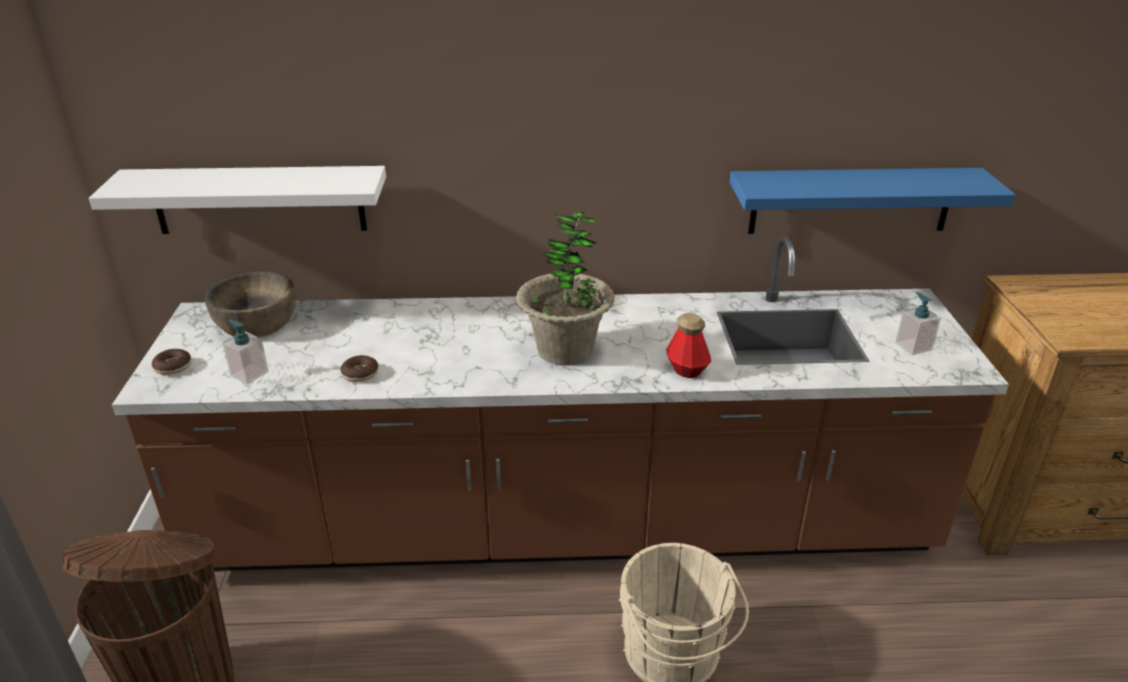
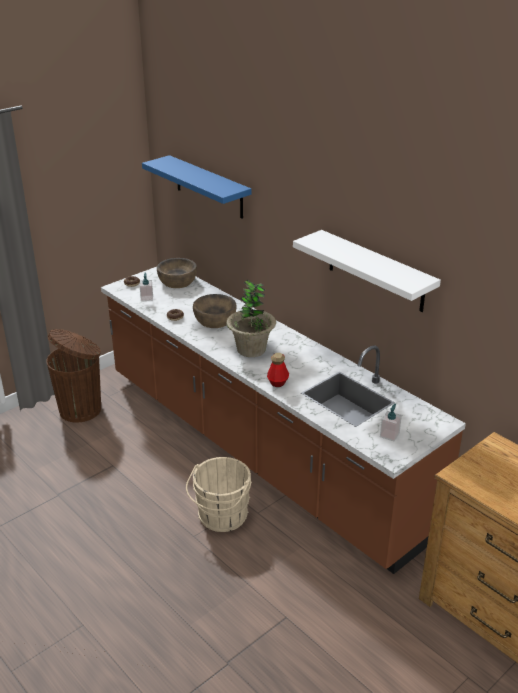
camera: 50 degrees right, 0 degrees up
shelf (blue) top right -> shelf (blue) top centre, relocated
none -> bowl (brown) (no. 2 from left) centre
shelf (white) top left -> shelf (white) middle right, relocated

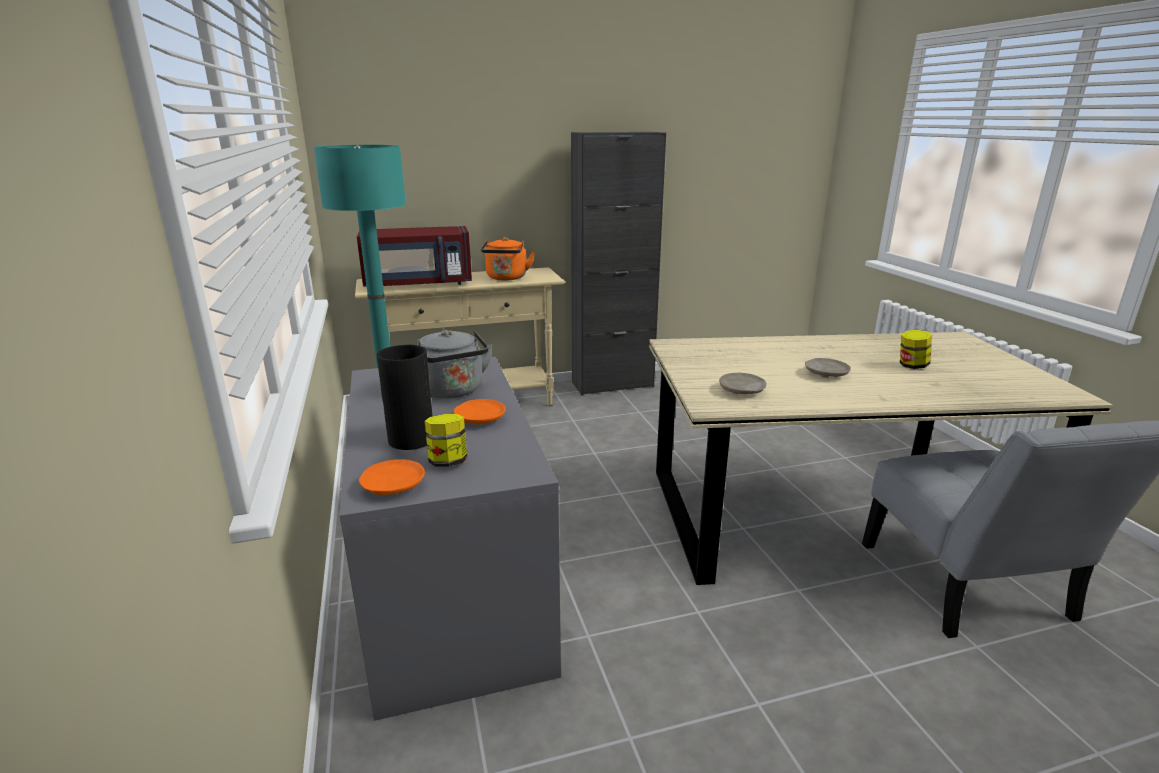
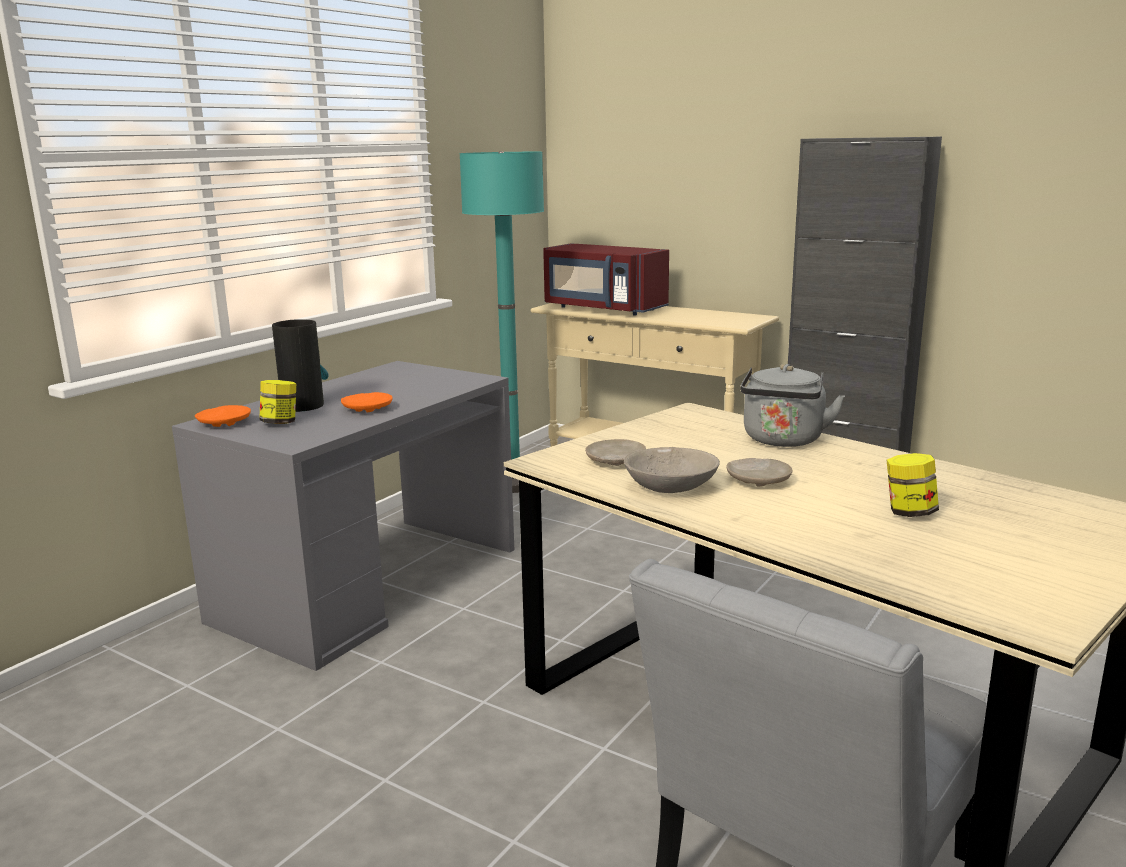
camera: 50 degrees right, 5 degrees down
none -> bowl (grey) centre
kettle (grey) centre -> kettle (grey) middle right, relocated
kettle (orange) centre -> none

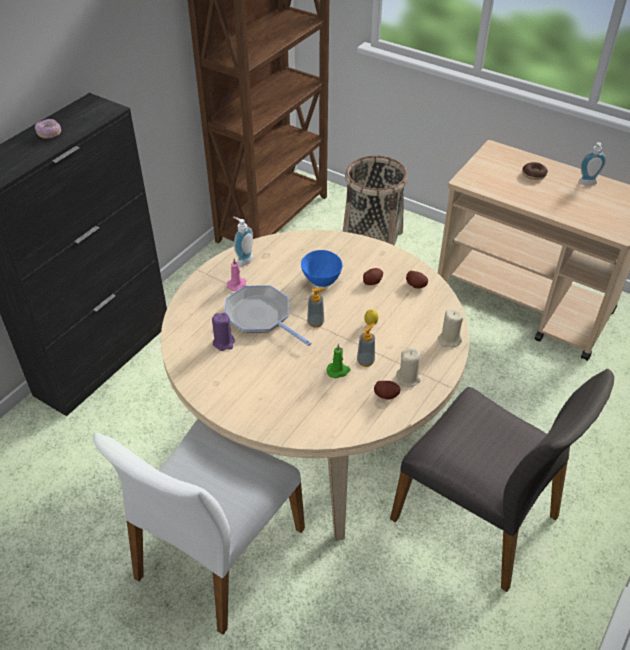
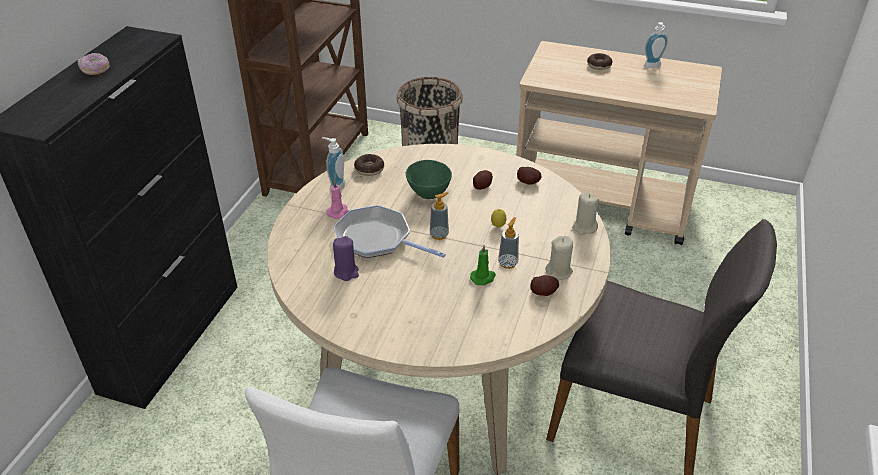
camera: 15 degrees left, 5 degrees down
none -> donut (no. 2 from left) centre
bowl (blue) centre -> bowl (green) centre

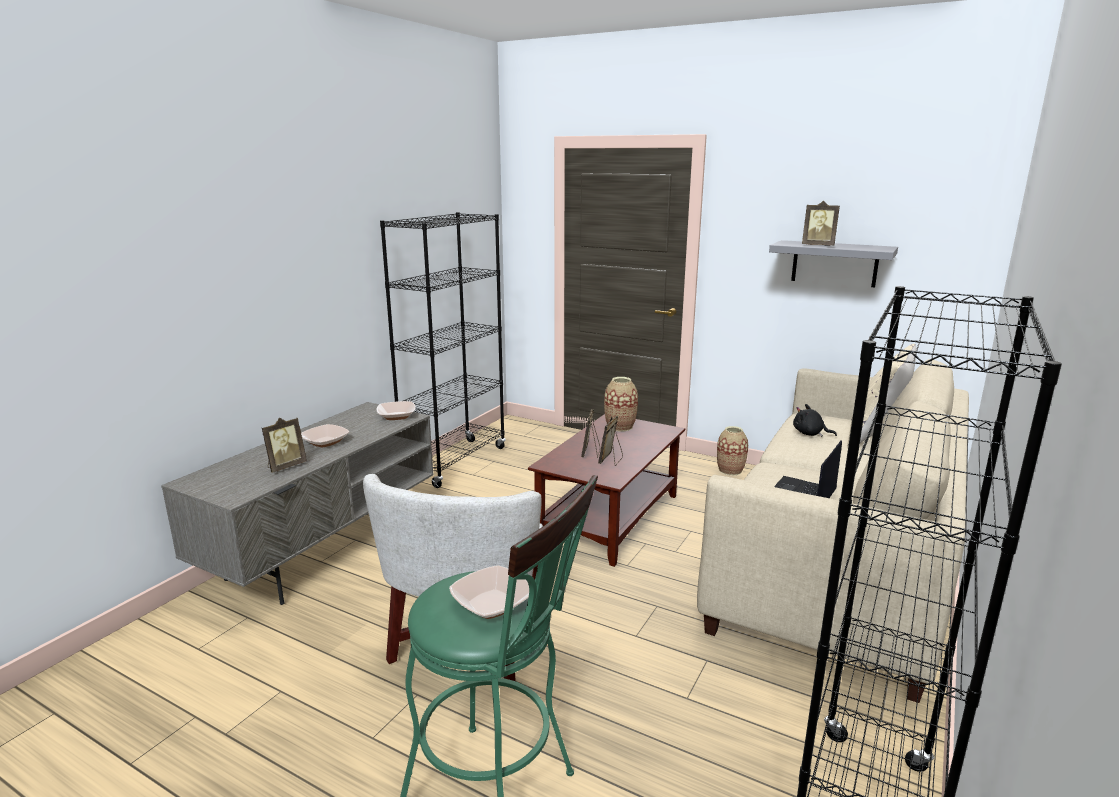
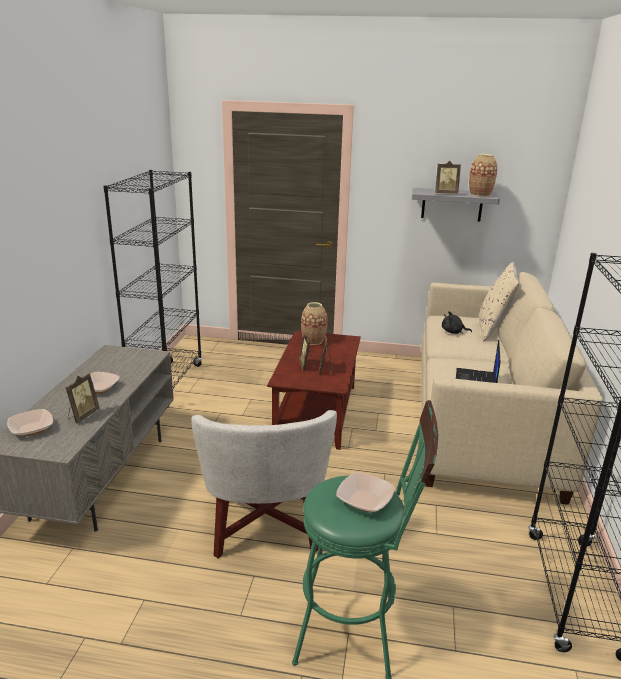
camera: 20 degrees left, 5 degrees up
bowl (no. 2 from left in the first image) centre -> bowl (no. 1 from left) middle left, relocated
vase (no. 2 from left) centre -> vase (no. 2 from left) top right, relocated

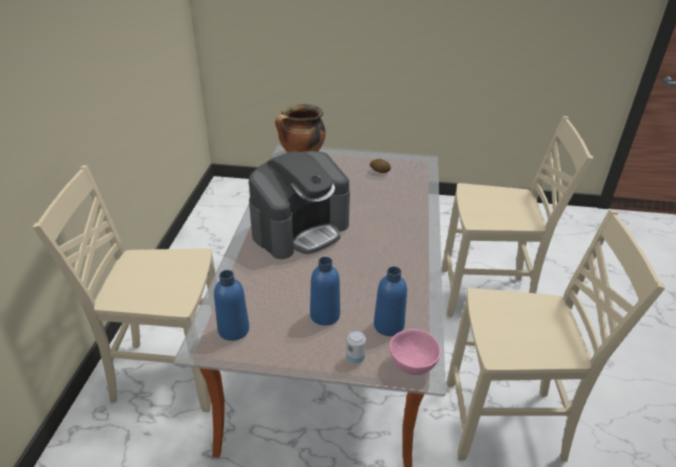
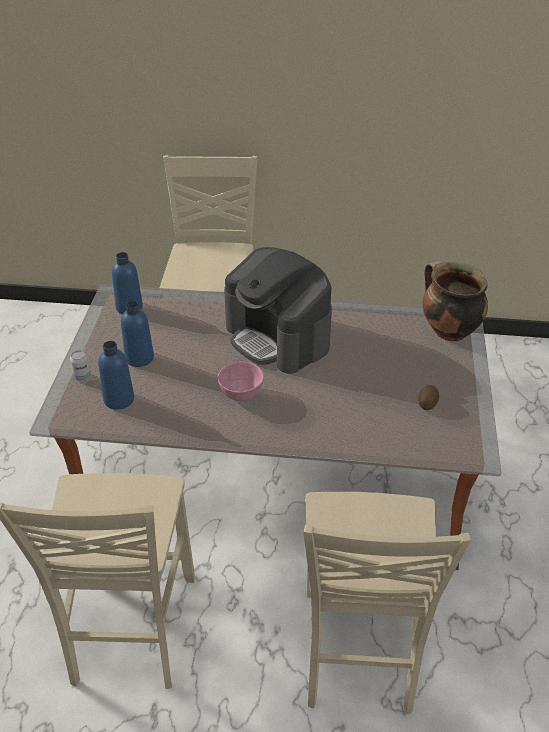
camera: 90 degrees right, 5 degrees up
bowl (pink) bottom centre -> bowl (pink) centre, relocated

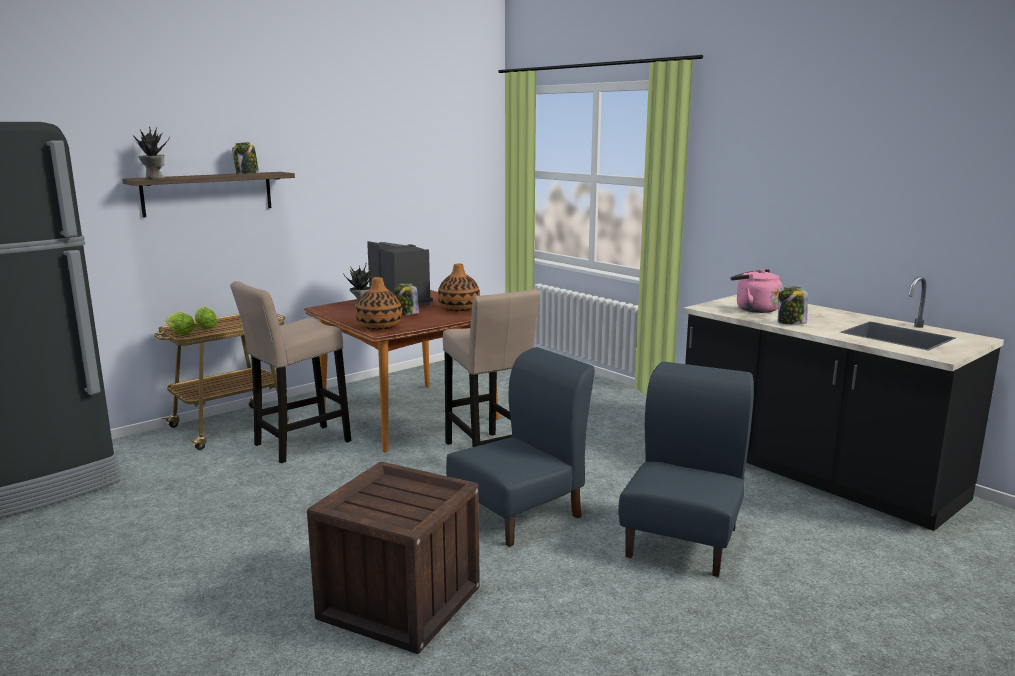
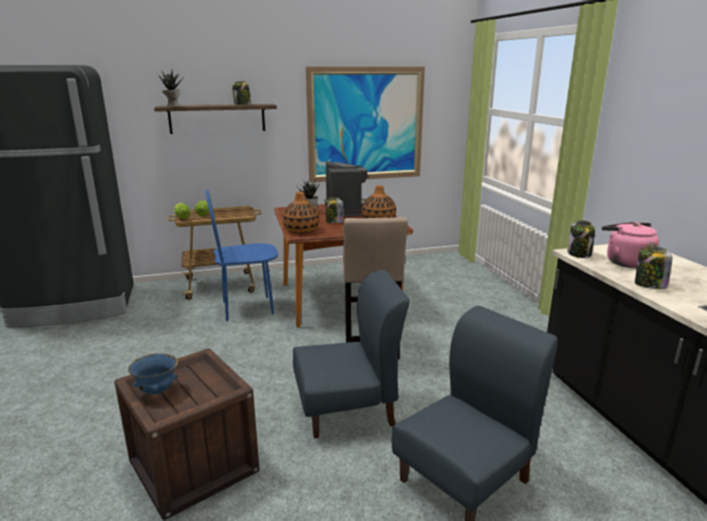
camera: 25 degrees right, 5 degrees up
none -> bowl (blue) bottom left
stool (beige) (no. 1 from left) middle left -> chair (blue) (no. 1 from left) centre
none -> picture top centre
none -> jar (no. 3 from left) middle right

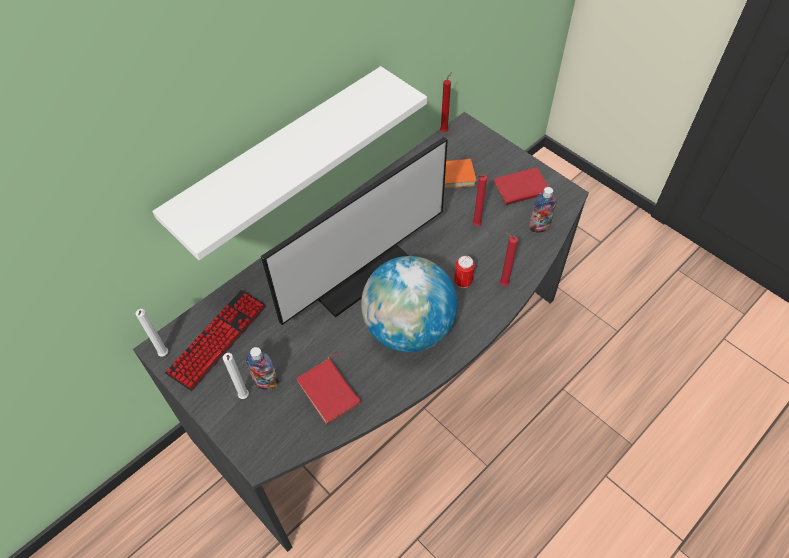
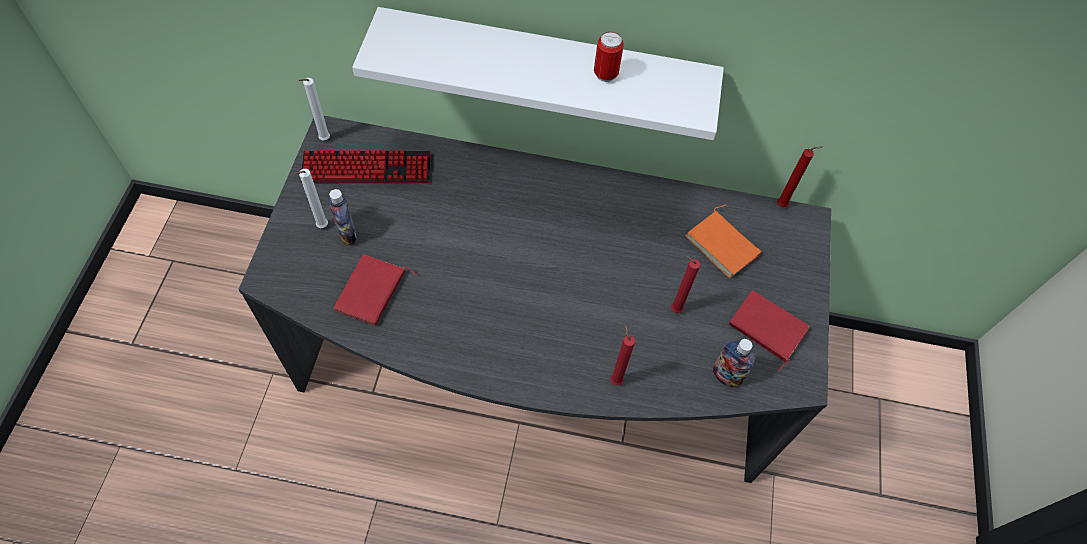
camera: 50 degrees right, 5 degrees up
can centre -> can top centre, relocated
monitor centre -> none
globe centre -> none

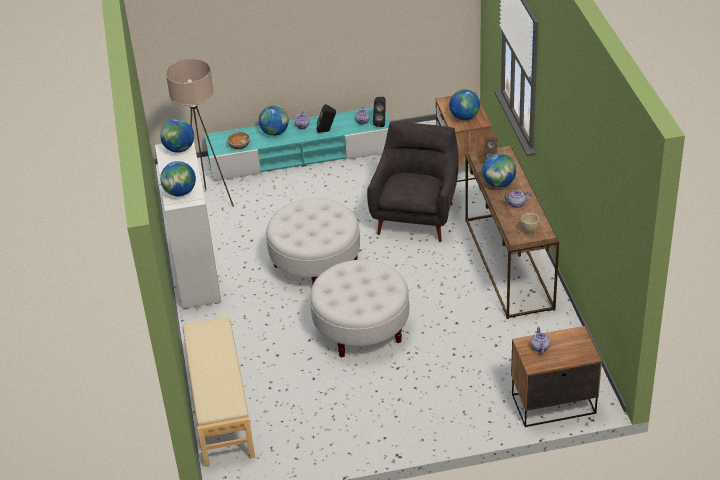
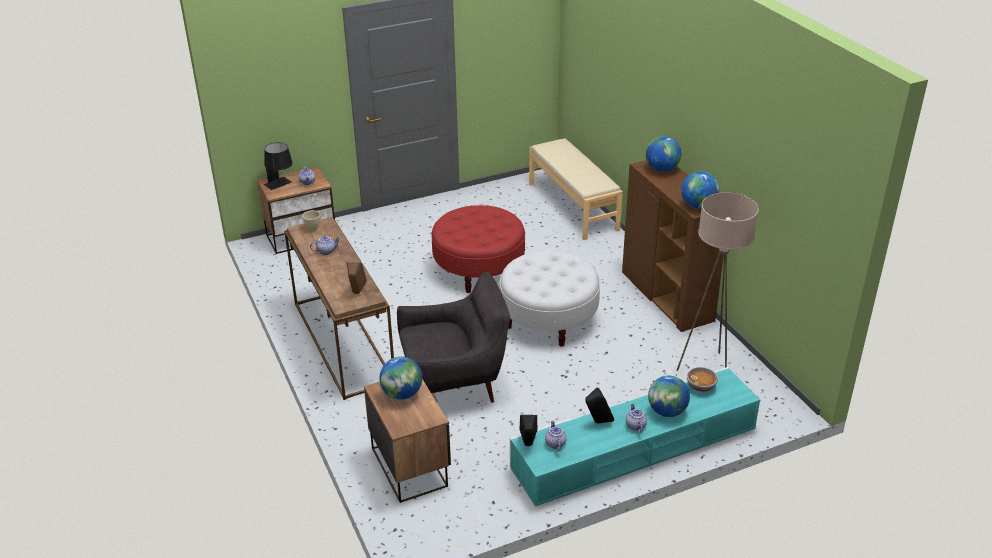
camera: 165 degrees right, 5 degrees down
none -> table lamp (black) top left
armchair (grey) centre, 105 degrees counterclockwise
ottoman (white) (no. 2 from left) centre -> ottoman (red) centre
cabinet (white) middle left -> cabinet (brown) middle right
globe (no. 5 from left) middle right -> none

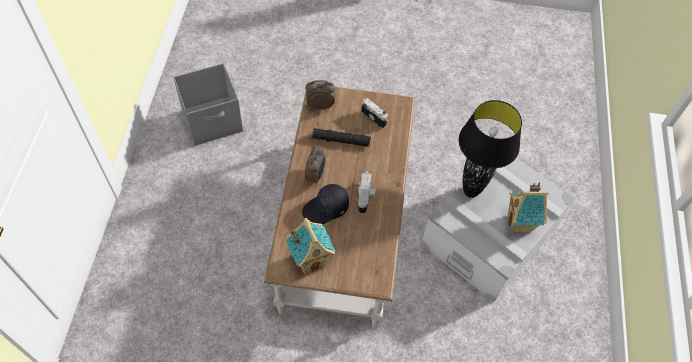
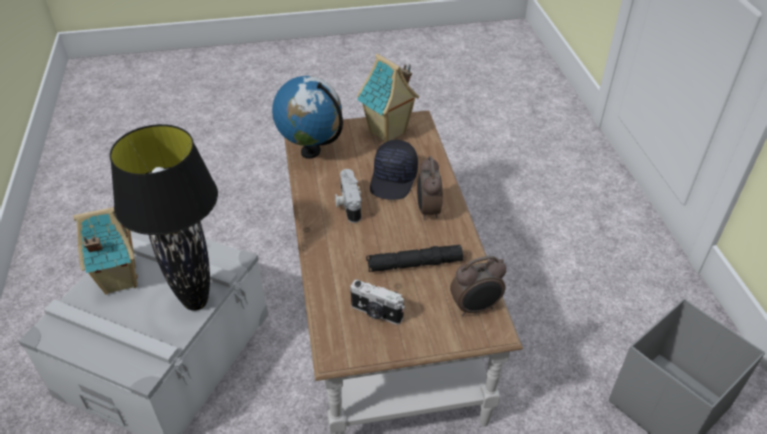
camera: 165 degrees right, 15 degrees down
none -> globe top centre
cap (black) centre, 150 degrees clockwise

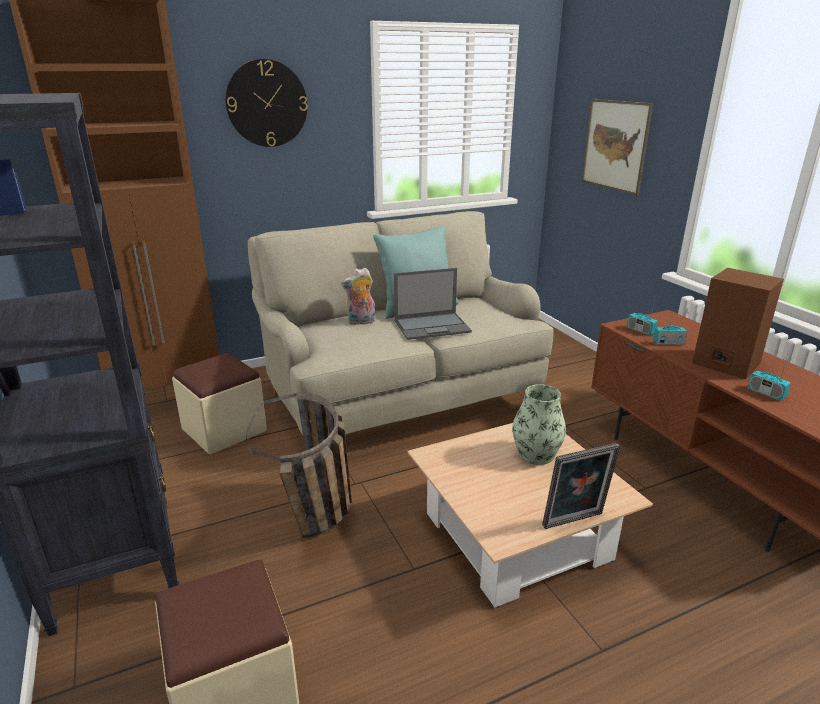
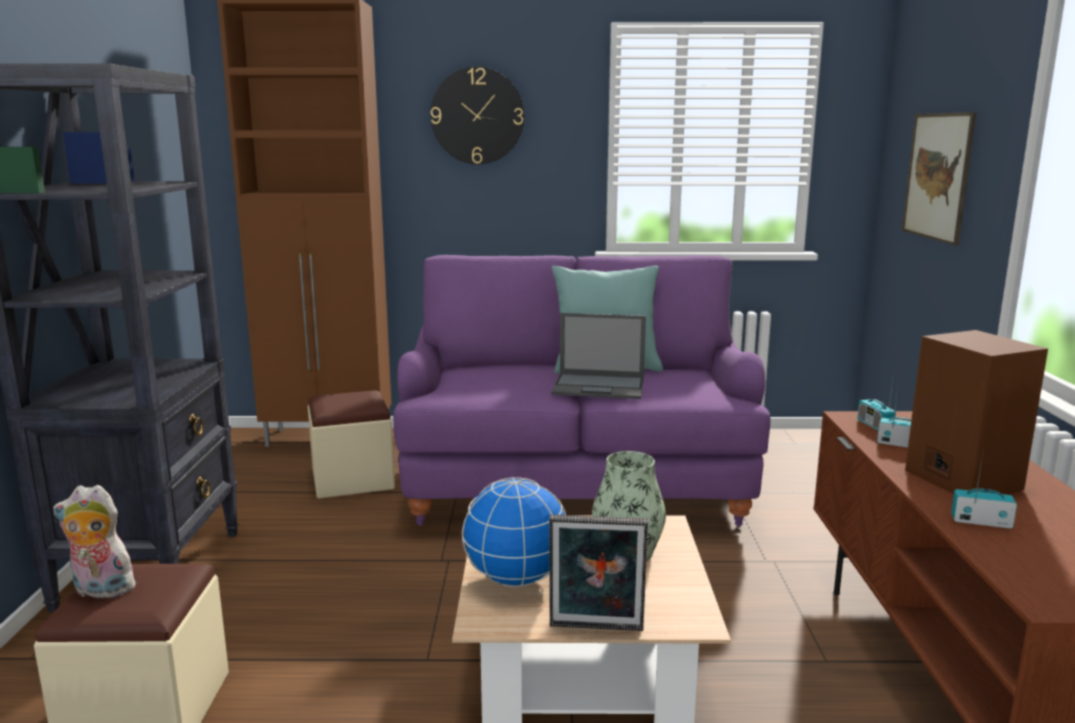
camera: 25 degrees right, 10 degrees down
plush toy centre -> plush toy bottom left, relocated
sofa (beige) centre -> sofa (purple) centre
none -> globe bottom centre
radio (no. 3 from left) middle right -> radio (no. 3 from left) bottom right, 120 degrees clockwise
basket centre -> none

